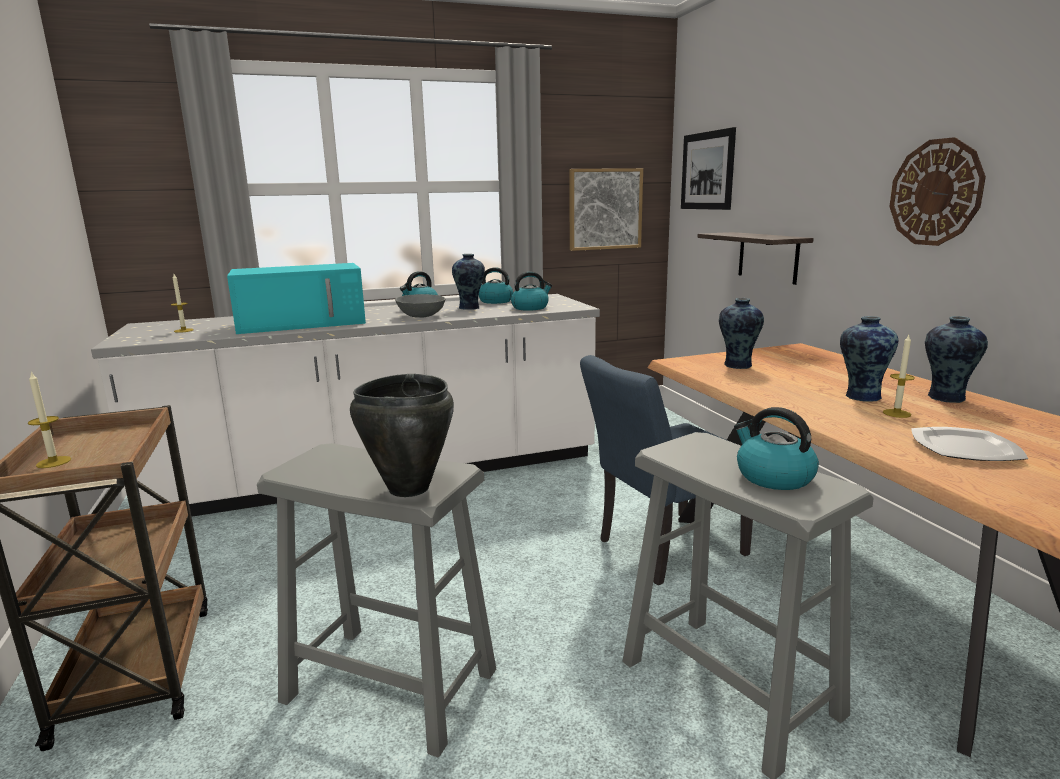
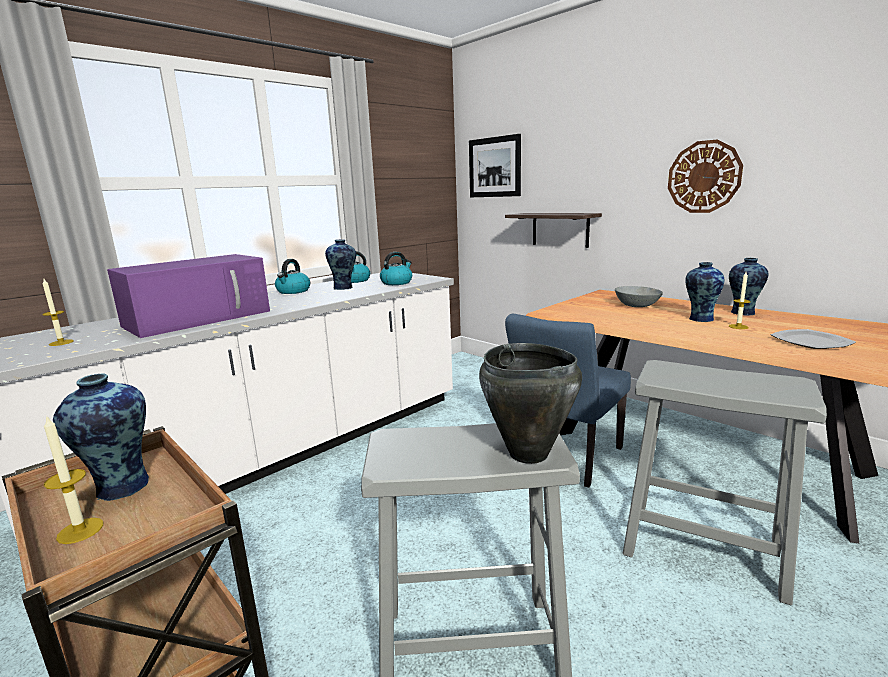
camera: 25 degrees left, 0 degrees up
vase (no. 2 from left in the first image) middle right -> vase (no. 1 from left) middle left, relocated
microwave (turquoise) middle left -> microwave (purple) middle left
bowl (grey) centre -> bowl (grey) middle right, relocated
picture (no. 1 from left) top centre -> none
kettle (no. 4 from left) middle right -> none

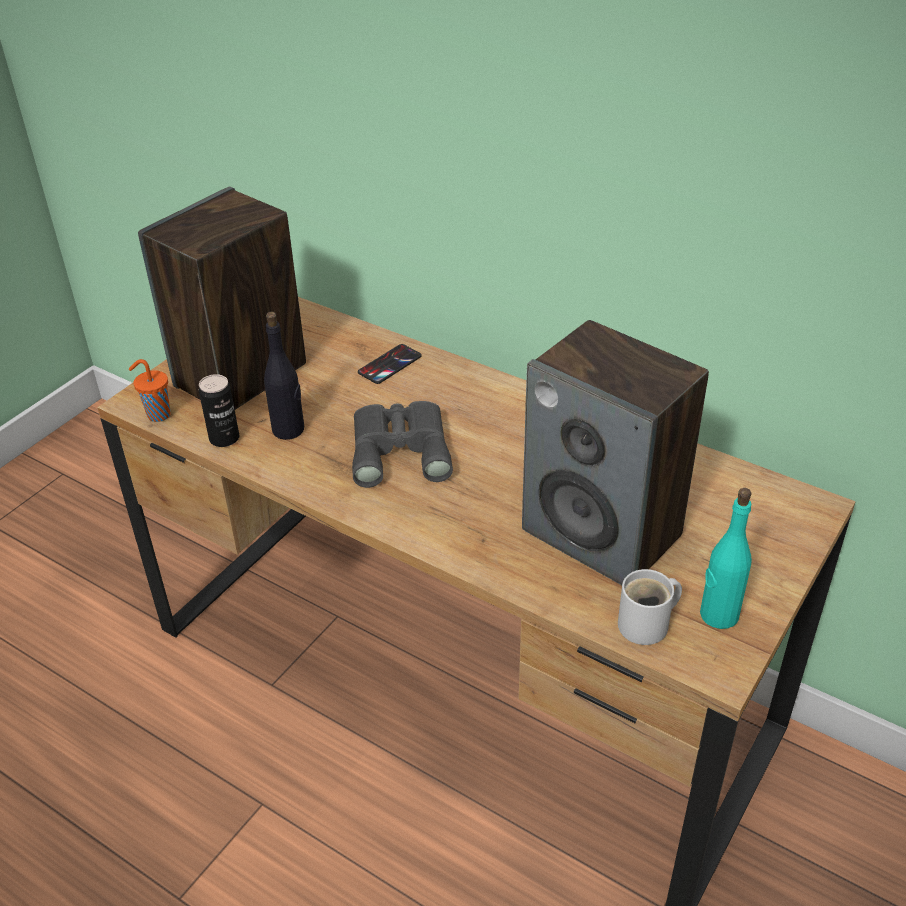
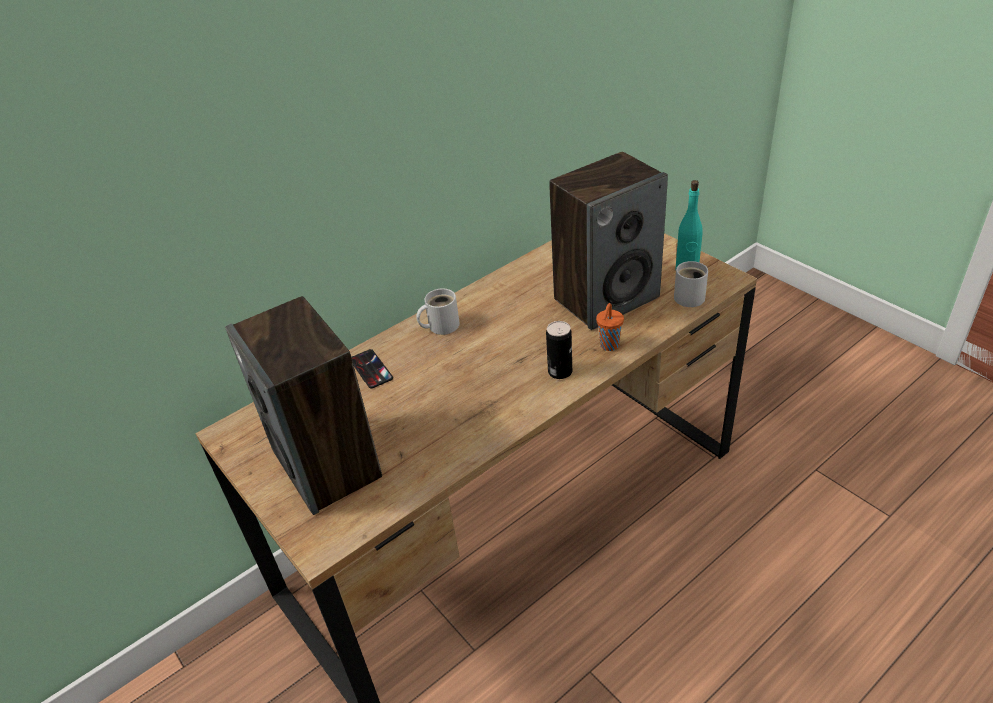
camera: 70 degrees left, 0 degrees up
none -> mug (white) (no. 1 from left) centre
can middle left -> can centre, relocated
cup (orange) middle left -> cup (orange) centre, relocated
bottle (black) middle left -> none
binoculars (grey) centre -> none

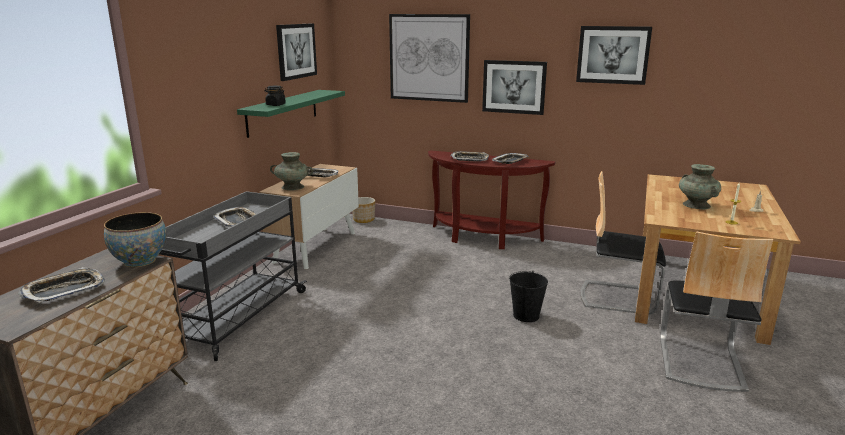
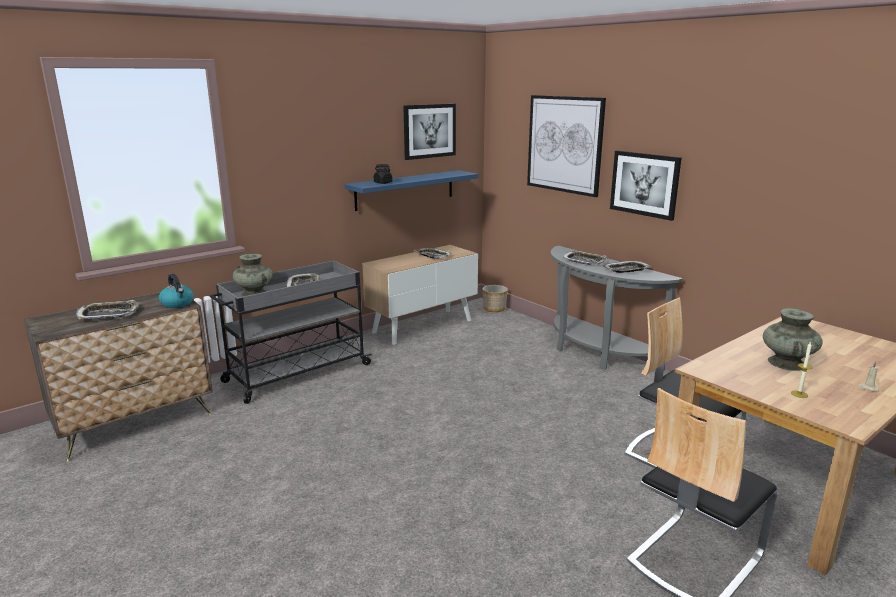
camera: 30 degrees right, 0 degrees up
bowl middle left -> kettle middle left
vase (turquoise) (no. 1 from left) centre -> vase (turquoise) (no. 1 from left) middle left, relocated
shelf (green) top centre -> shelf (blue) top centre
console table (brown) centre -> console table (grey) middle right
bucket (black) bottom centre -> none
picture (no. 4 from left) top right -> none

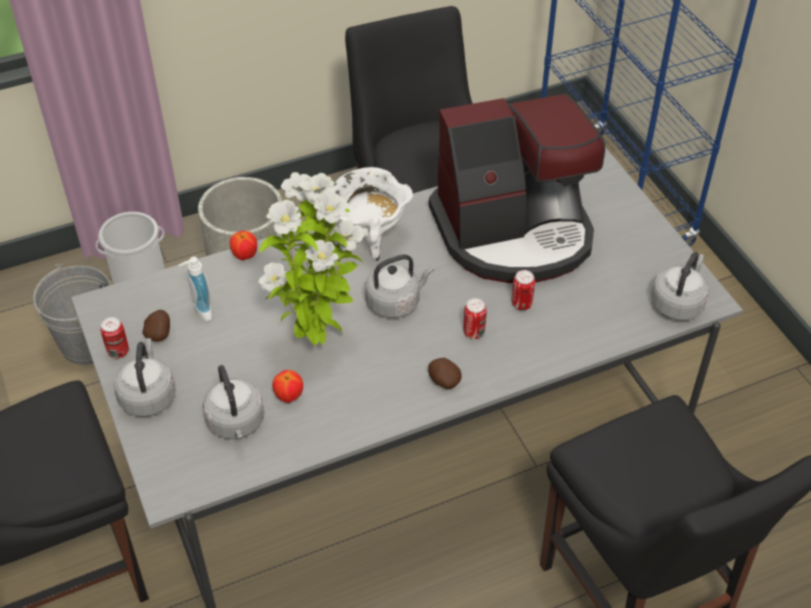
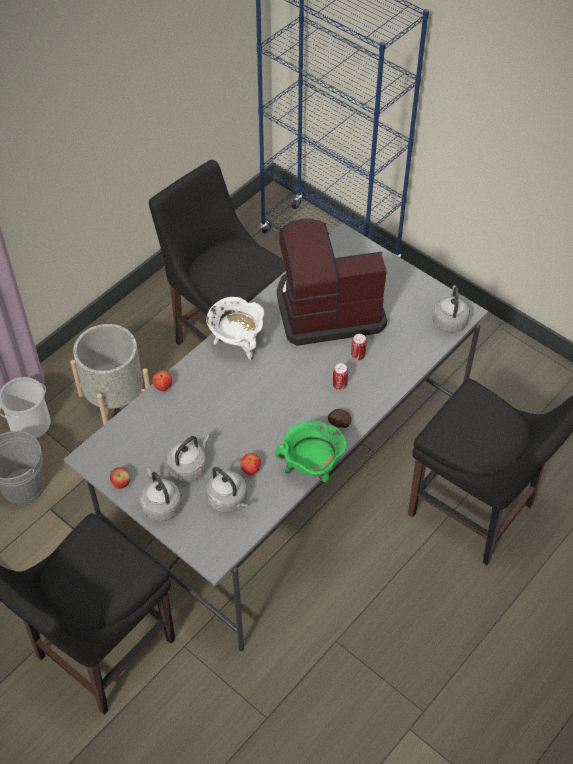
camera: 25 degrees left, 5 degrees up
can (no. 1 from left) middle left -> apple (no. 1 from left) middle left
kettle (grey) (no. 3 from left in the first image) centre -> kettle (grey) (no. 2 from left) middle left, relocated
none -> cooking pot (green) centre
coffee machine top centre -> coffee machine centre, 150 degrees counterclockwise
potato (no. 1 from left) middle left -> none
soap dispenser middle left -> none
potted plant centre -> none

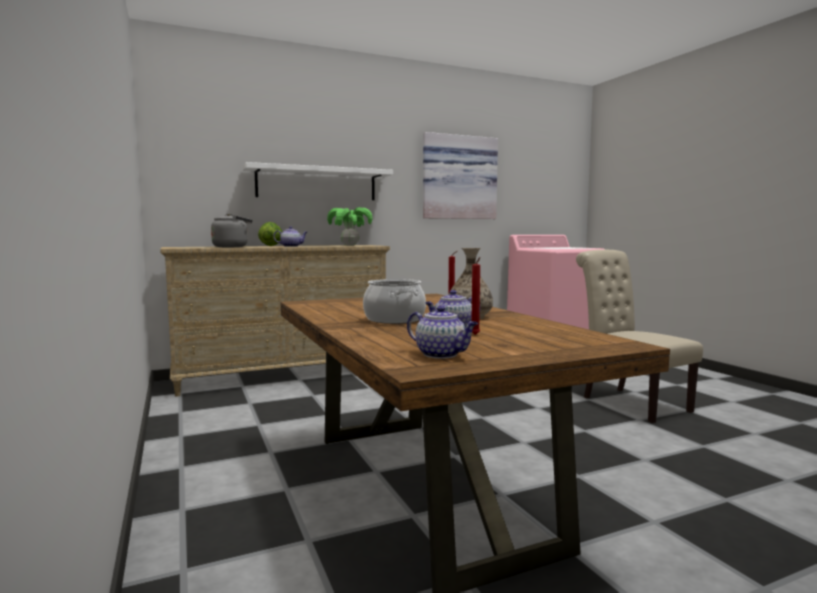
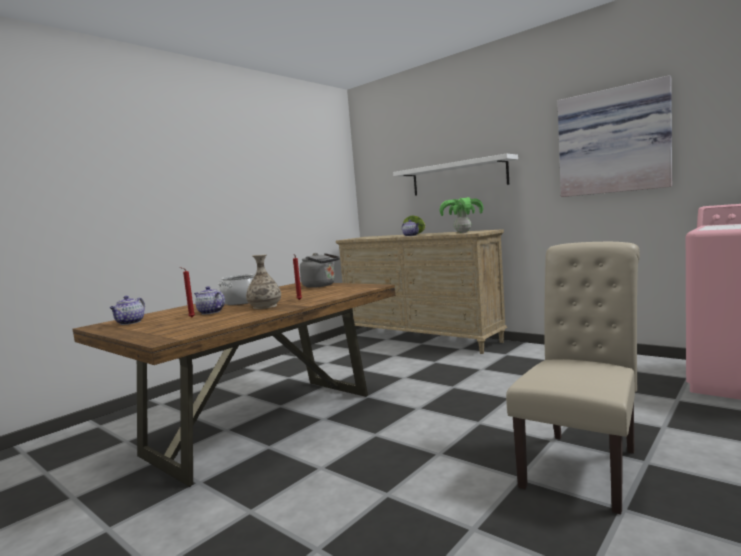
camera: 65 degrees right, 0 degrees up
kettle (grey) middle left -> kettle (grey) centre, relocated

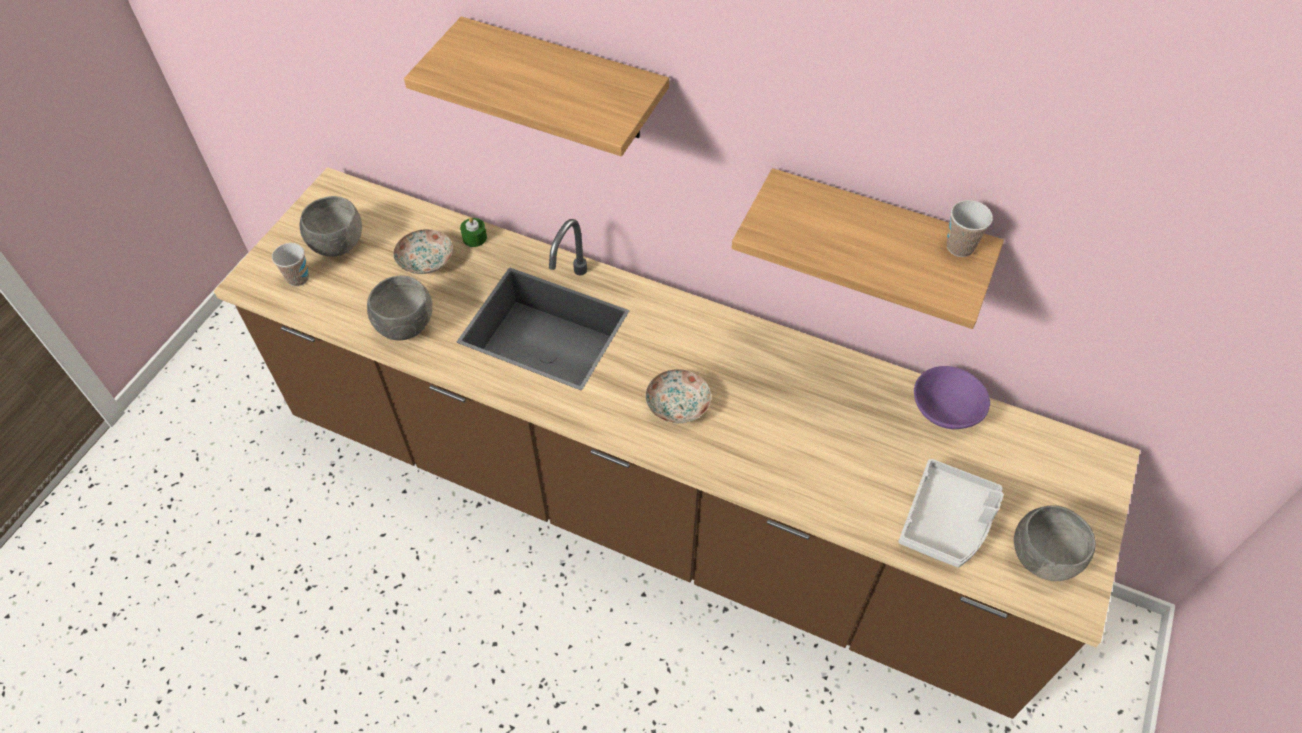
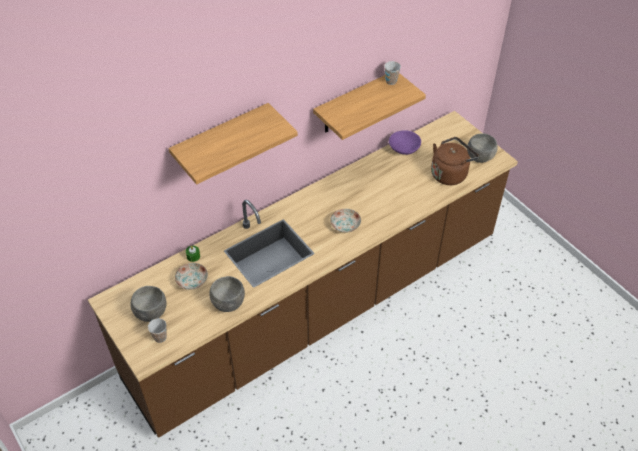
camera: 60 degrees left, 5 degrees down
tray (grey) bottom right -> kettle (brown) middle right

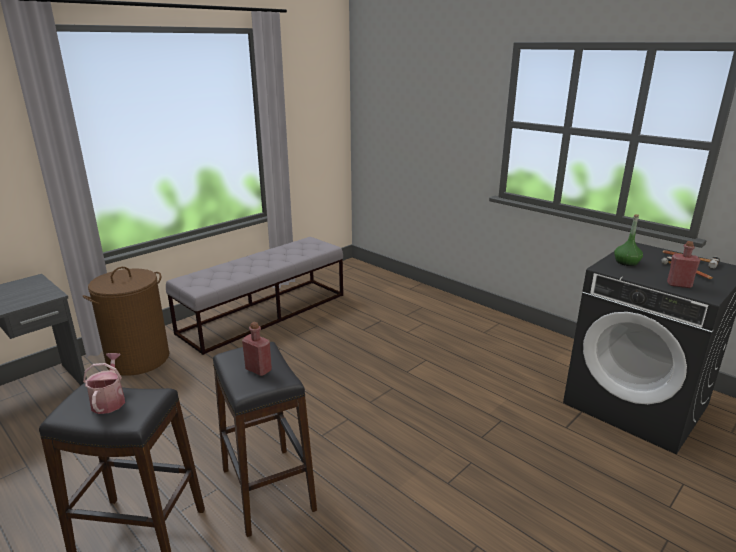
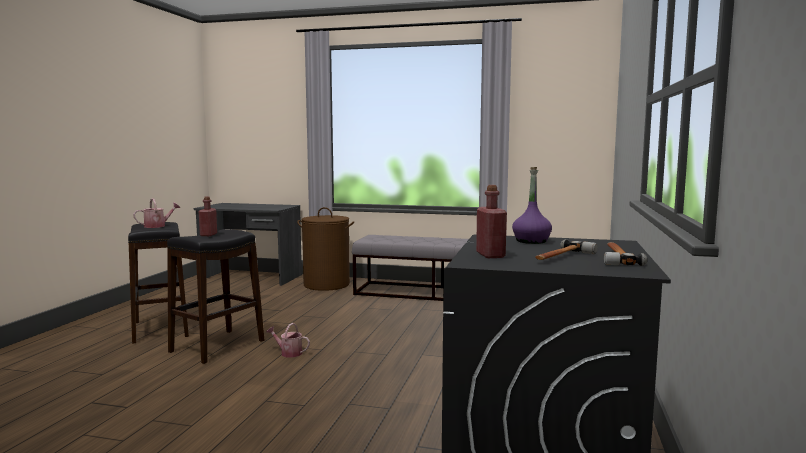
camera: 60 degrees right, 15 degrees down
none -> watering can (no. 2 from left) bottom centre
bottle (green) middle right -> bottle (purple) centre

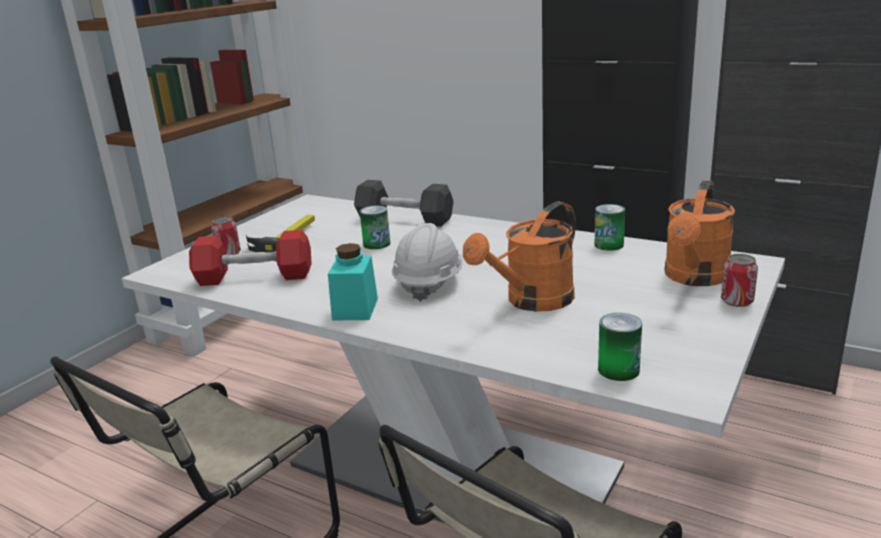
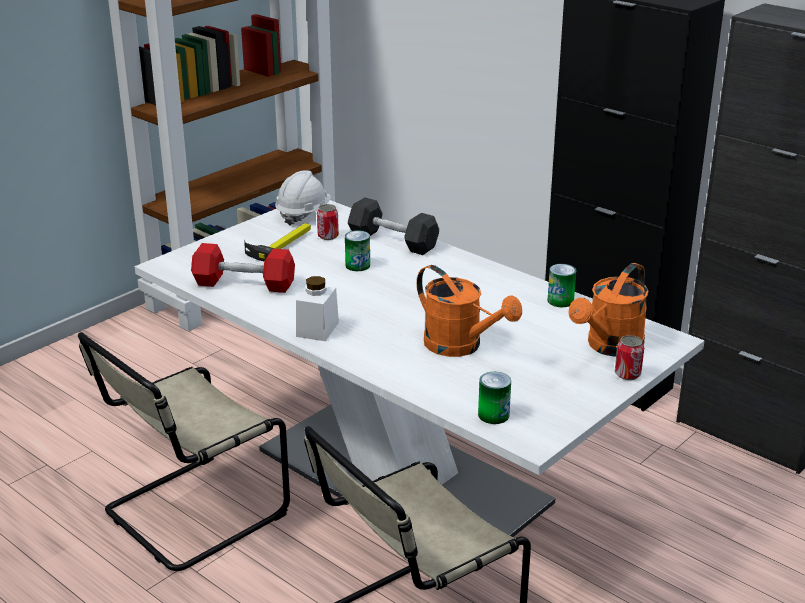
camera: 10 degrees right, 5 degrees up
hard hat (white) centre -> hard hat (white) top centre, relocated
jar (turquoise) centre -> jar (white) centre
can (no. 1 from left) middle left -> can (no. 1 from left) centre, relocated
watering can (orange) (no. 1 from left) centre, 105 degrees counterclockwise

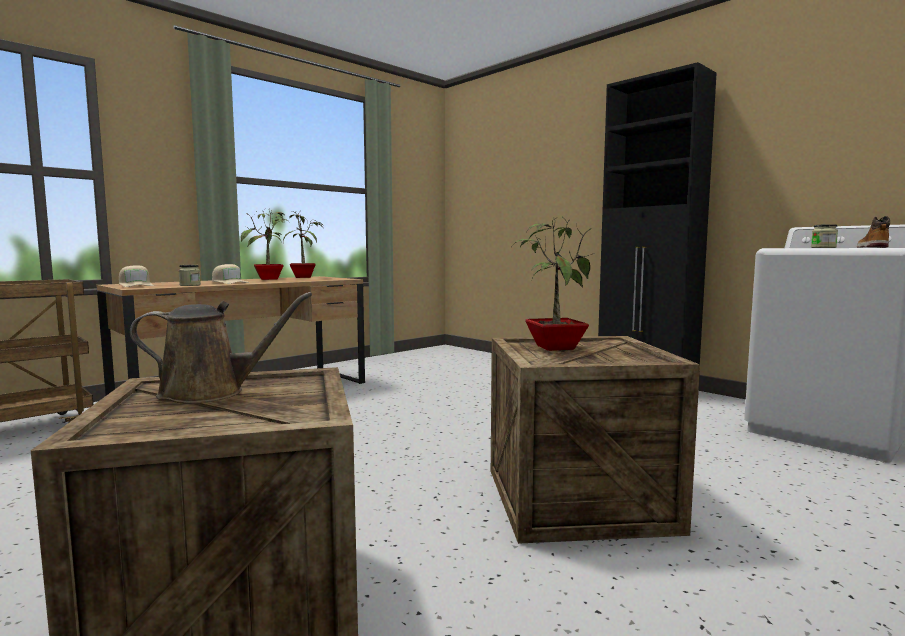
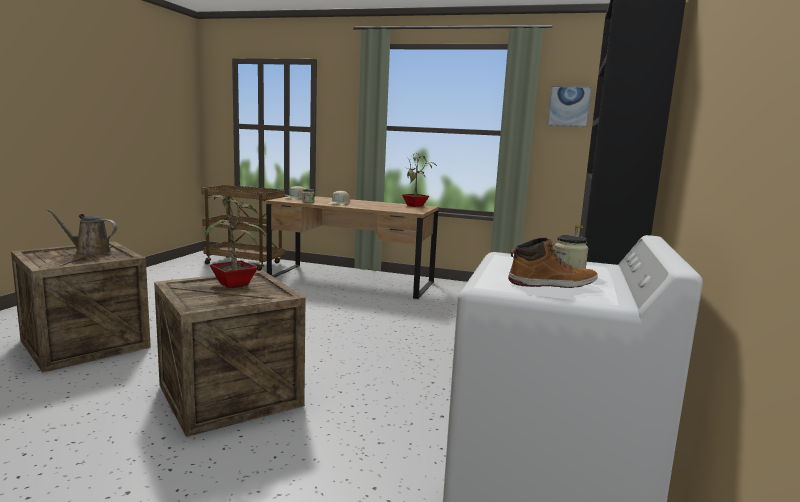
camera: 60 degrees right, 5 degrees up
watering can (brown) middle left, 135 degrees clockwise
none -> picture top right
potted plant (no. 1 from left) middle left -> none

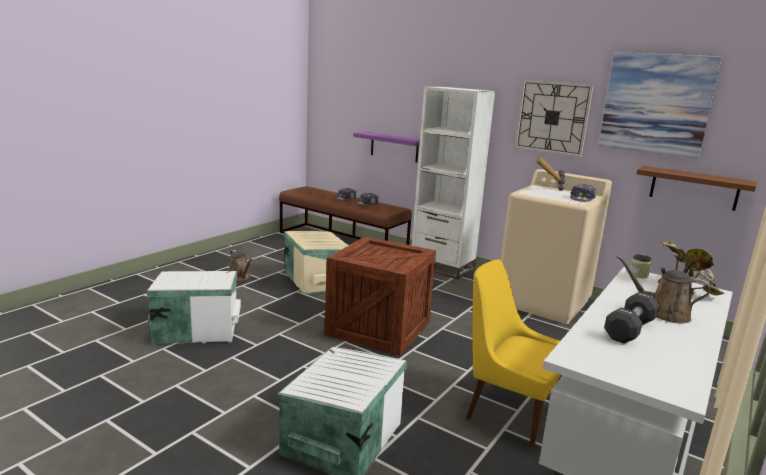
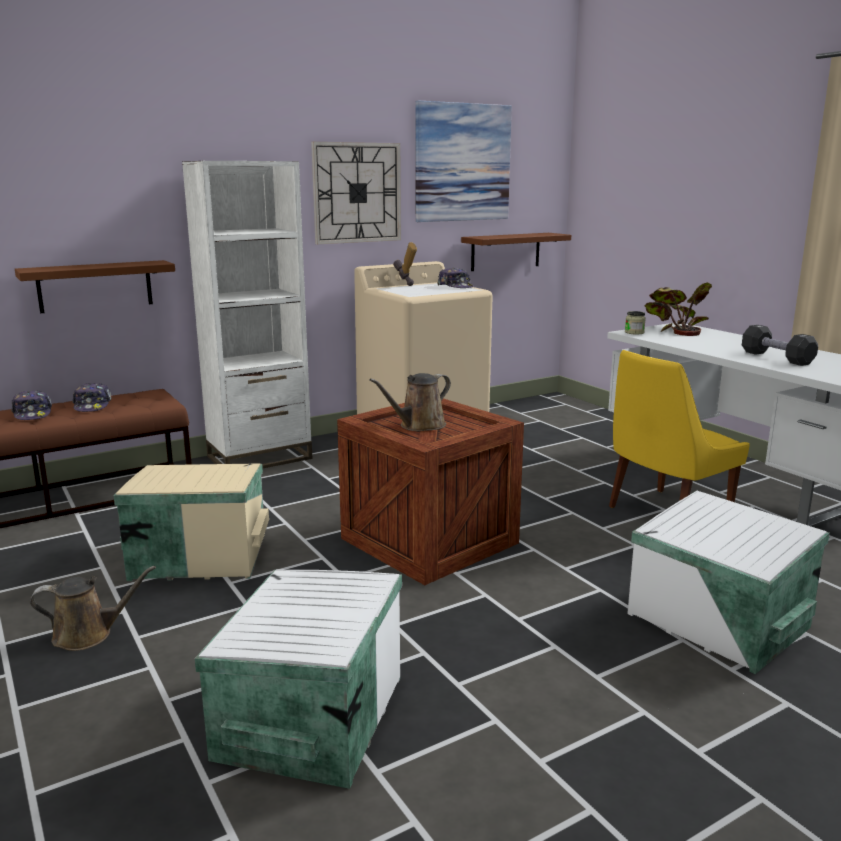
camera: 65 degrees left, 0 degrees up
shelf (purple) top centre -> shelf (brown) (no. 1 from left) middle left
watering can (brown) (no. 2 from left) middle right -> watering can (brown) (no. 2 from left) centre, relocated

